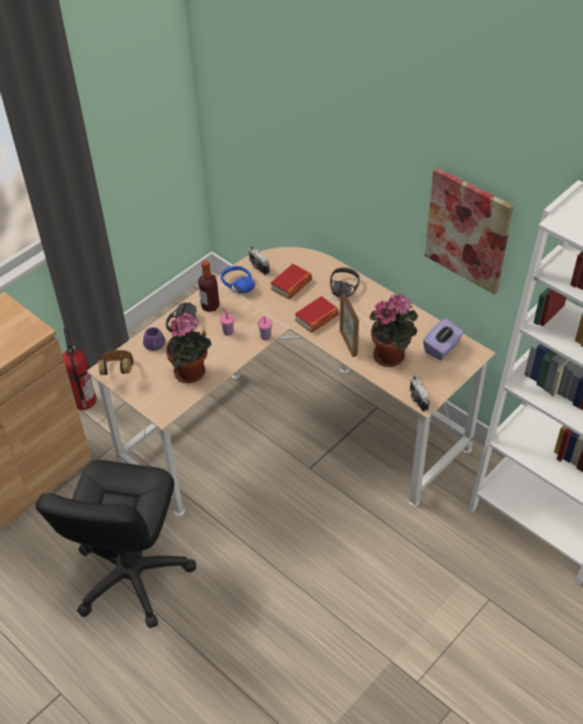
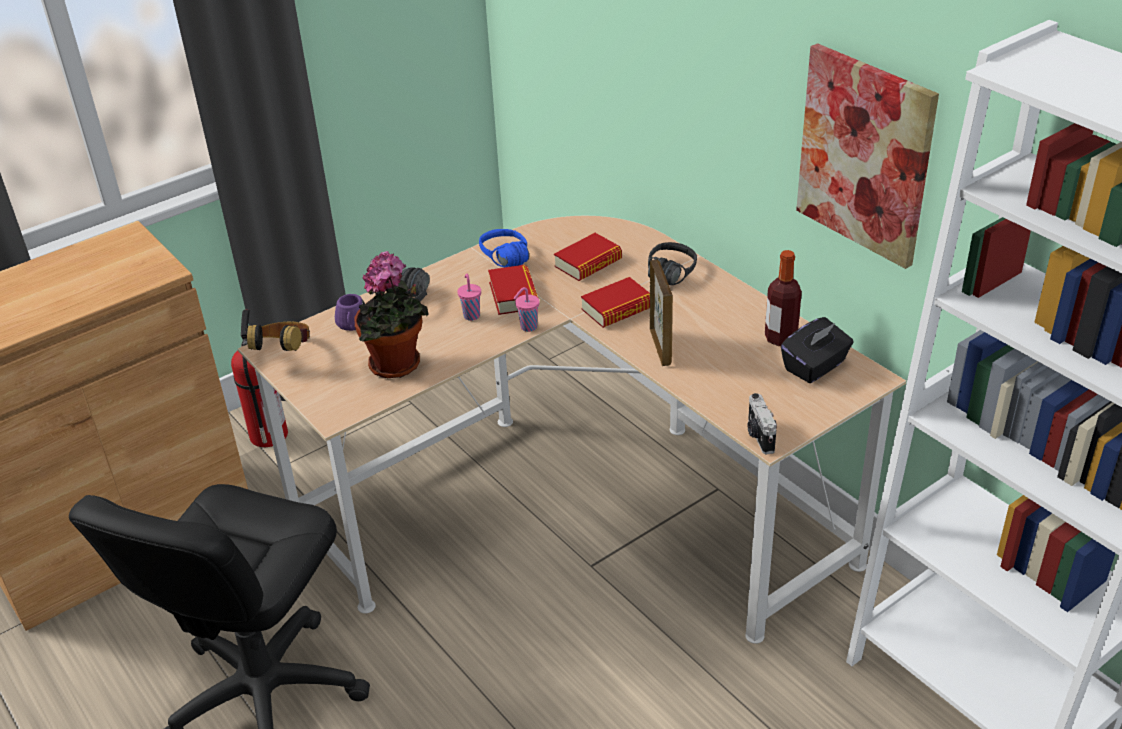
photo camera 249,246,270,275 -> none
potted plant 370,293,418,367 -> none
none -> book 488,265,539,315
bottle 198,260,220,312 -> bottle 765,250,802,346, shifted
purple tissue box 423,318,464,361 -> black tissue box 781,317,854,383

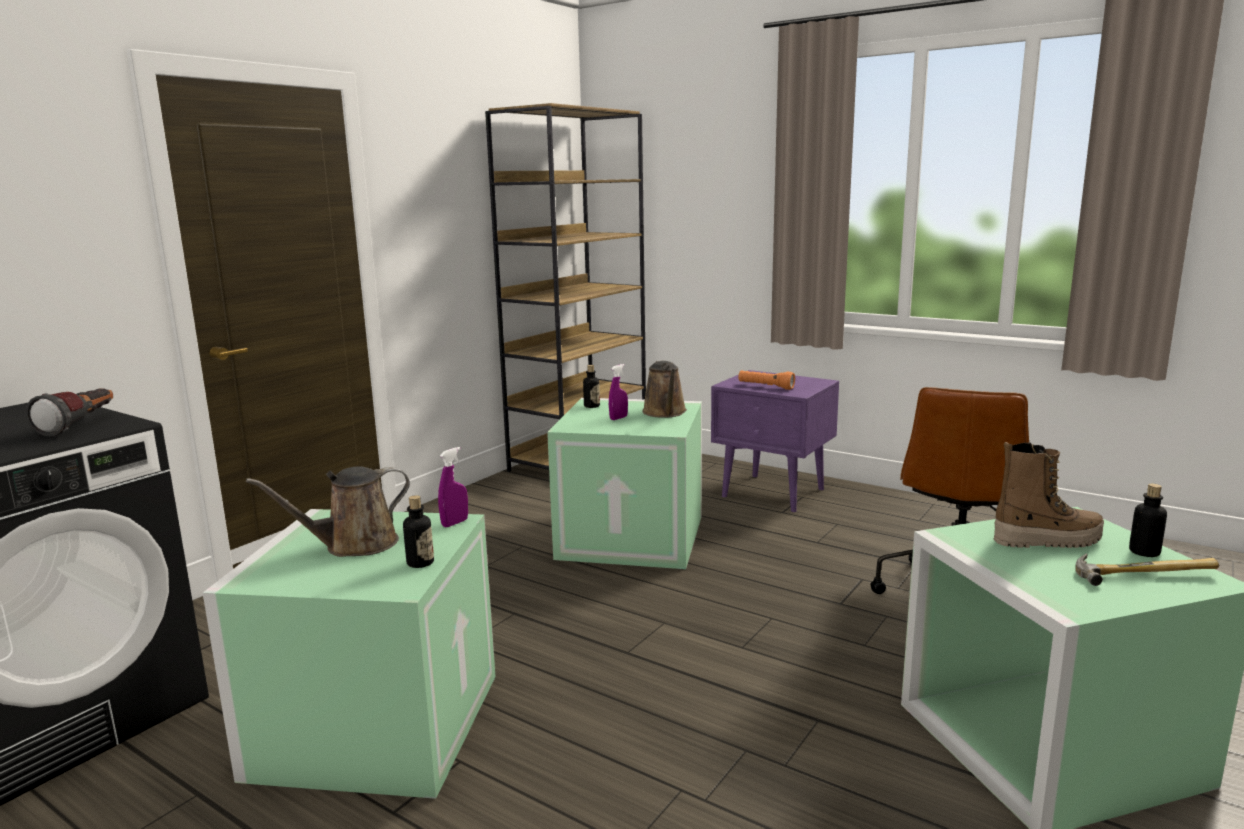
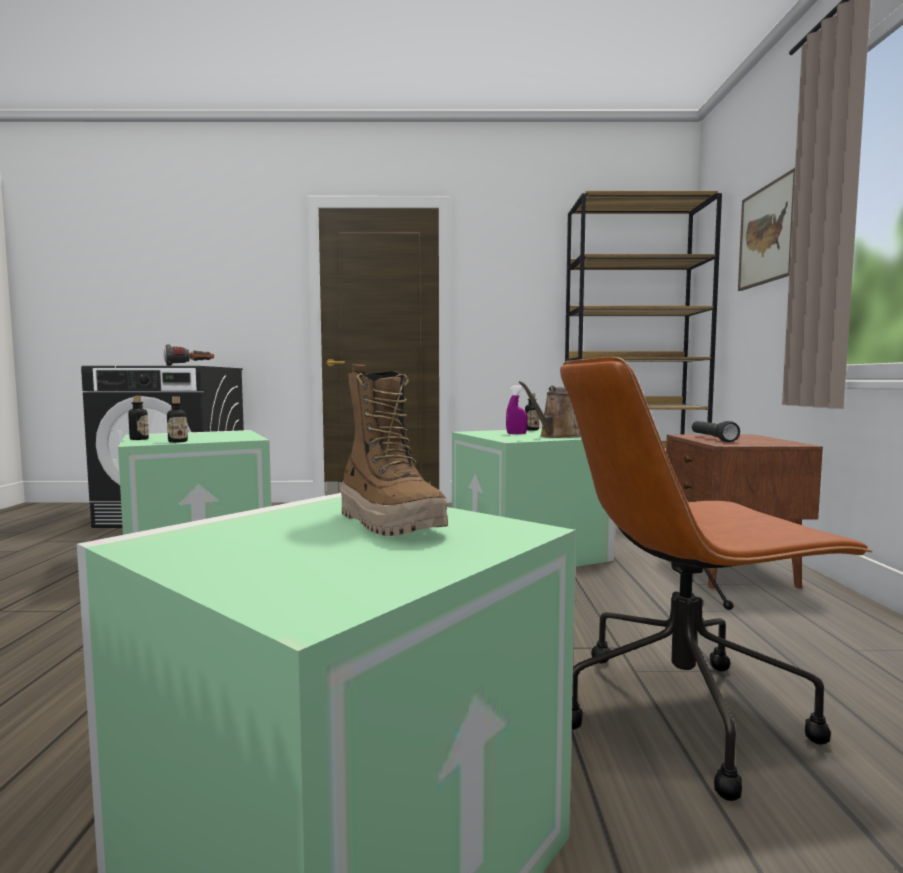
brown watering can 246,466,410,557 -> none
purple spray bottle 438,447,468,527 -> none
hammer 1075,553,1219,586 -> none
none -> picture 738,168,795,291
bottle 1129,484,1167,557 -> bottle 128,396,149,440, shifted
purple nightstand 711,370,839,512 -> brown nightstand 666,434,823,589
orange flashlight 738,371,795,390 -> black flashlight 692,421,740,442

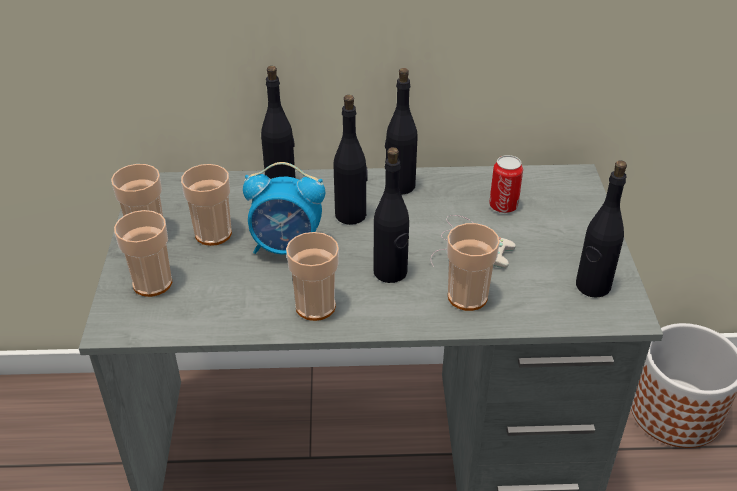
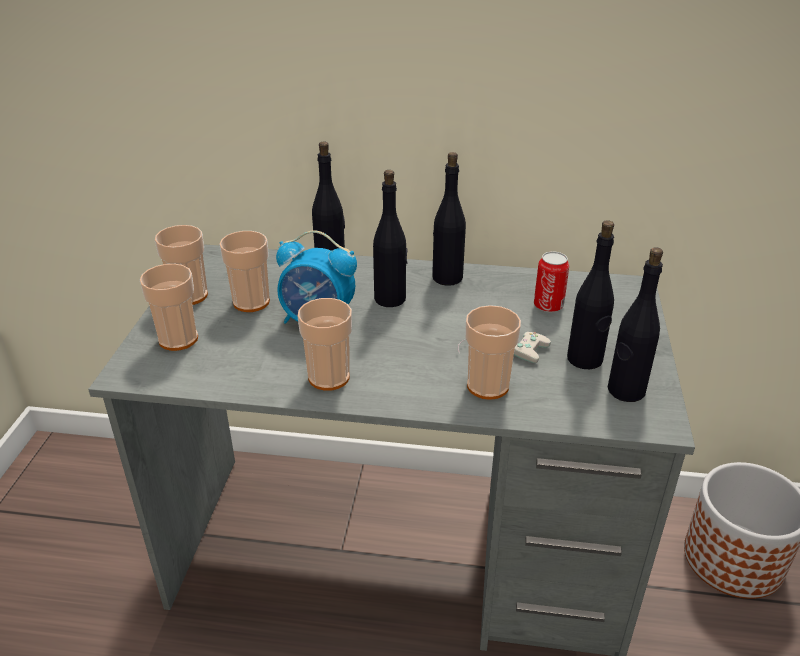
black bottle 374,147,409,283 -> black bottle 567,220,614,369, shifted

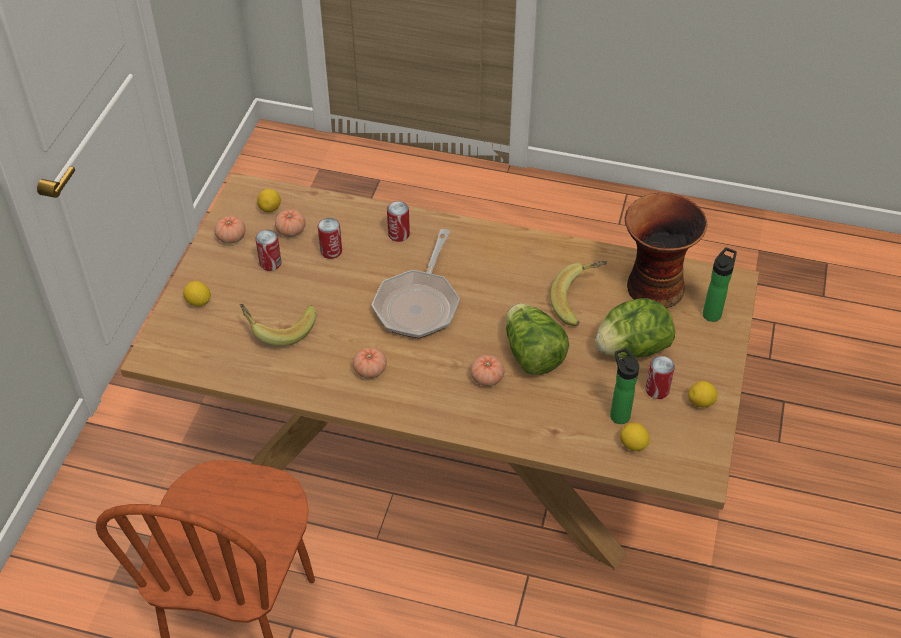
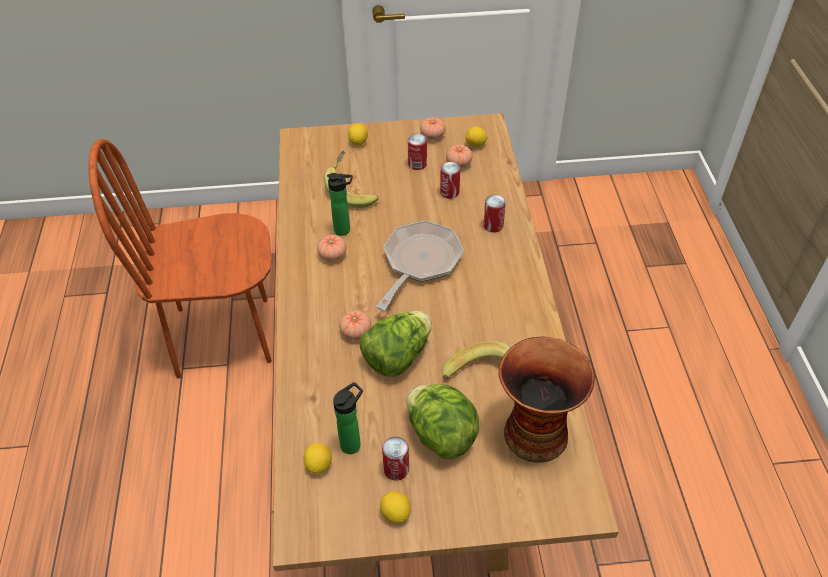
bottle 703,247,737,322 -> bottle 327,173,353,236, shifted
frying pan 372,229,460,338 -> frying pan 376,220,464,311, 120 degrees clockwise

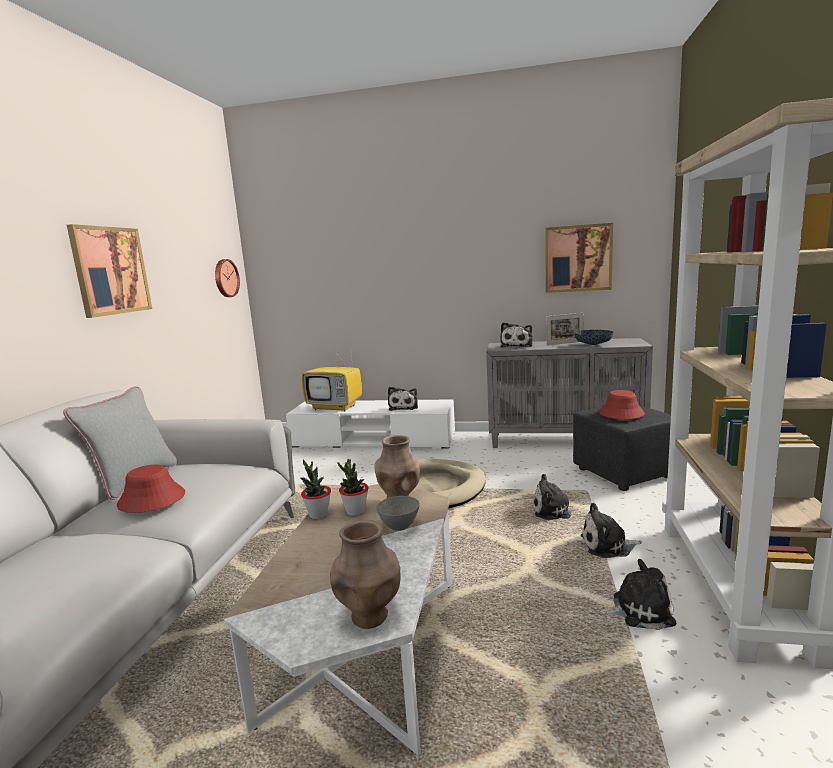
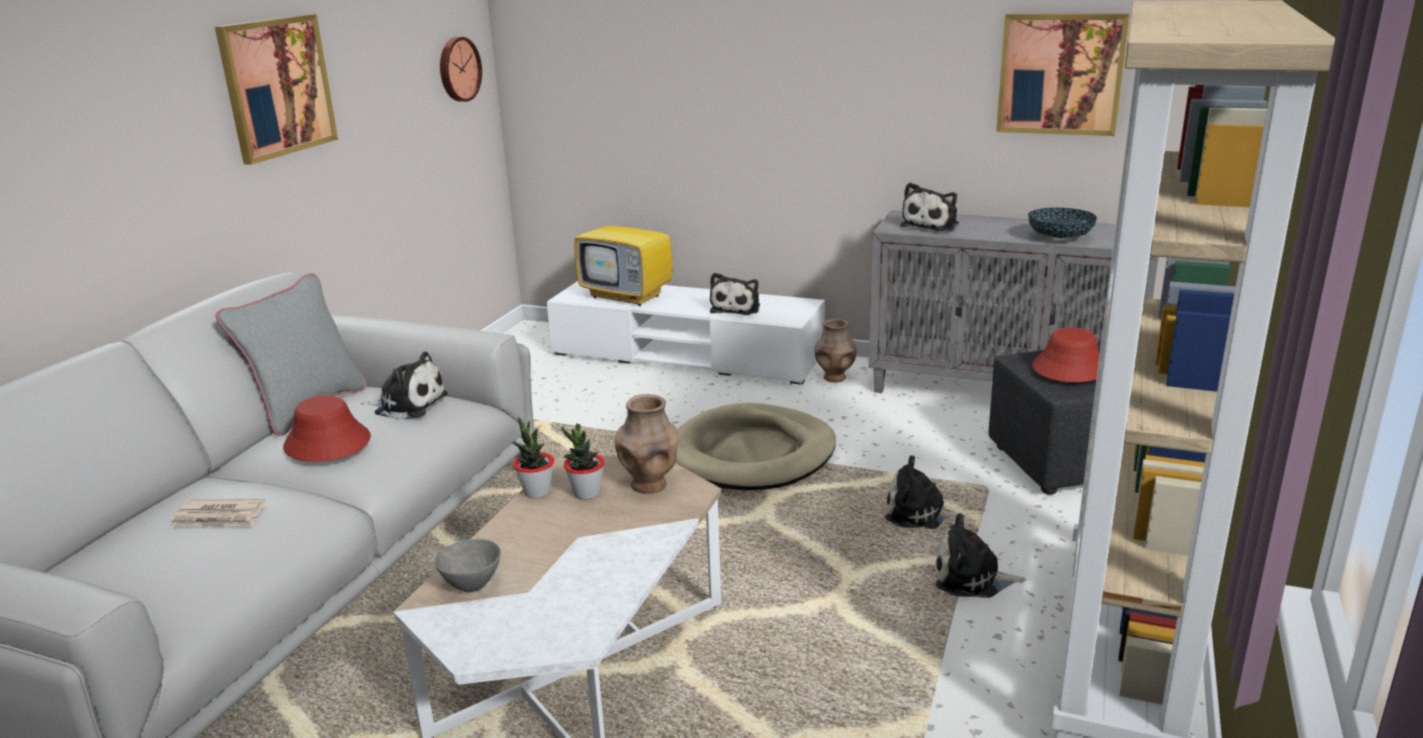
picture frame 546,313,583,346 -> none
none -> newspaper 170,499,265,526
brown vase 330,520,401,629 -> brown vase 814,319,857,383, shifted
grey bowl 376,496,420,531 -> grey bowl 435,539,501,592, shifted
plush toy 599,559,676,630 -> plush toy 361,352,448,420, shifted

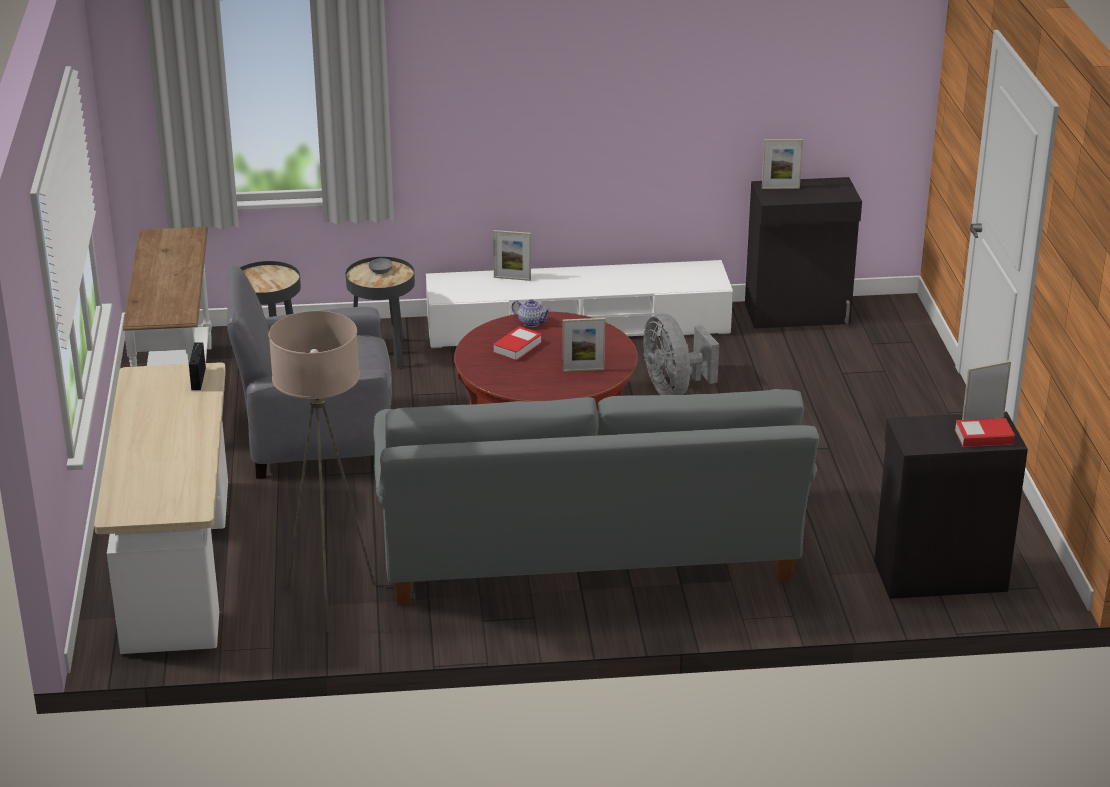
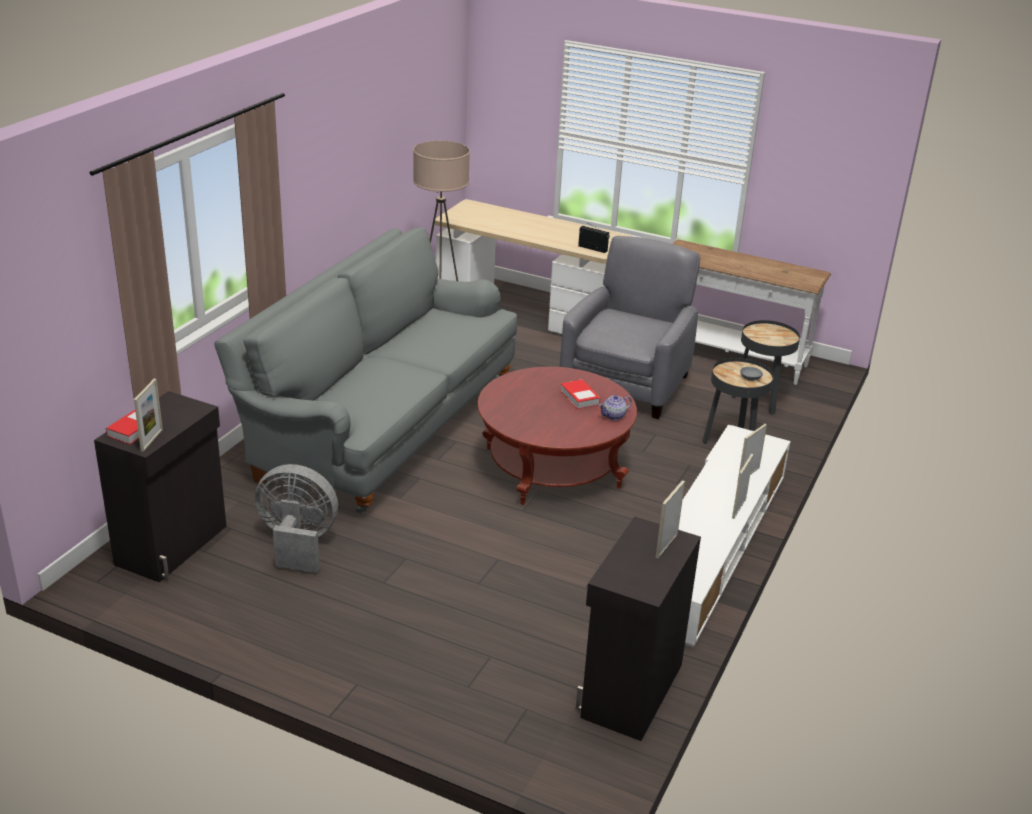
picture frame 563,318,605,372 -> picture frame 732,454,754,519, shifted
grey fan 643,314,719,395 -> grey fan 255,464,338,573, shifted

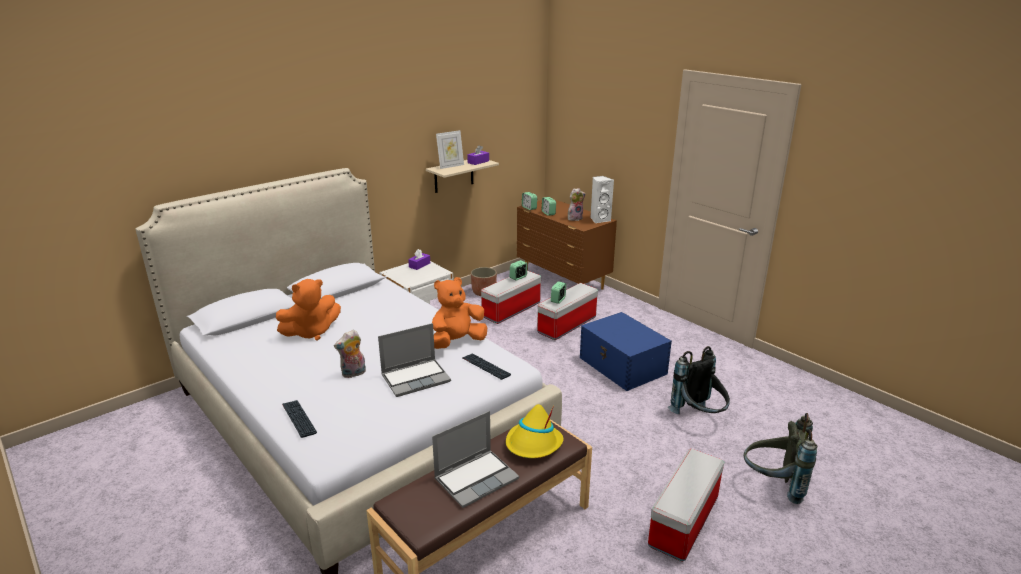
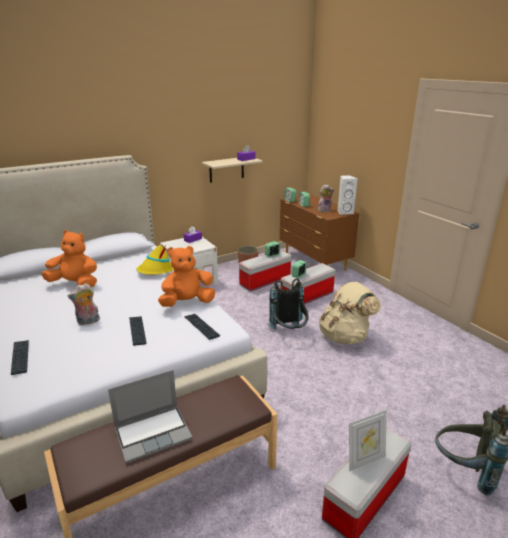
picture frame 436,130,464,169 -> picture frame 349,410,387,471, shifted
yellow hat 506,404,563,458 -> yellow hat 136,245,174,275, shifted
black backpack 668,346,730,414 -> black backpack 267,278,309,329, shifted
laptop 378,323,451,397 -> keyboard 129,316,147,346
blue storage box 580,312,672,391 -> beige backpack 319,282,381,345
orange plush toy 276,279,341,341 -> orange plush toy 41,230,97,287, 150 degrees counterclockwise

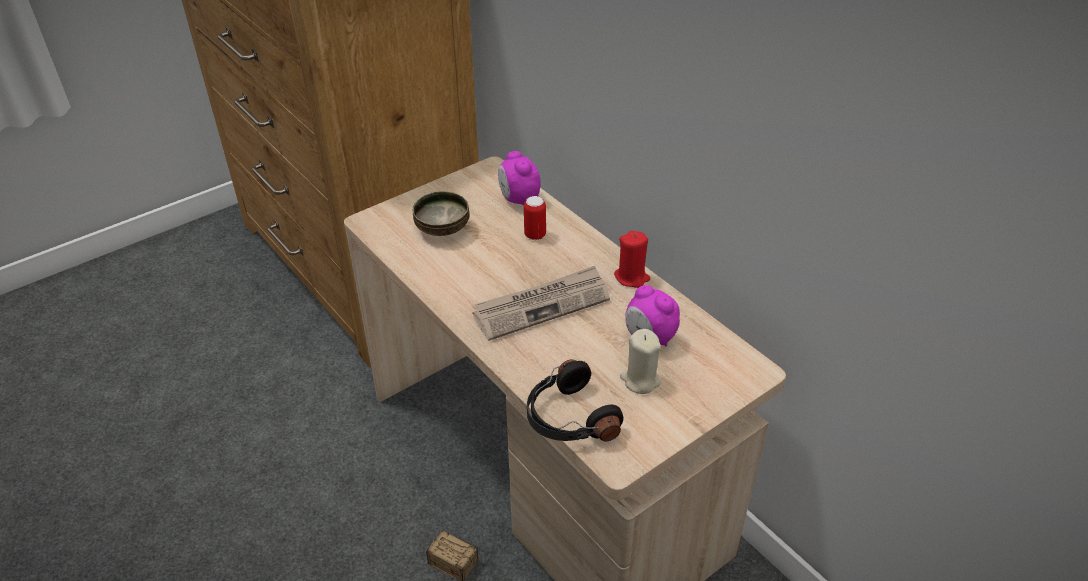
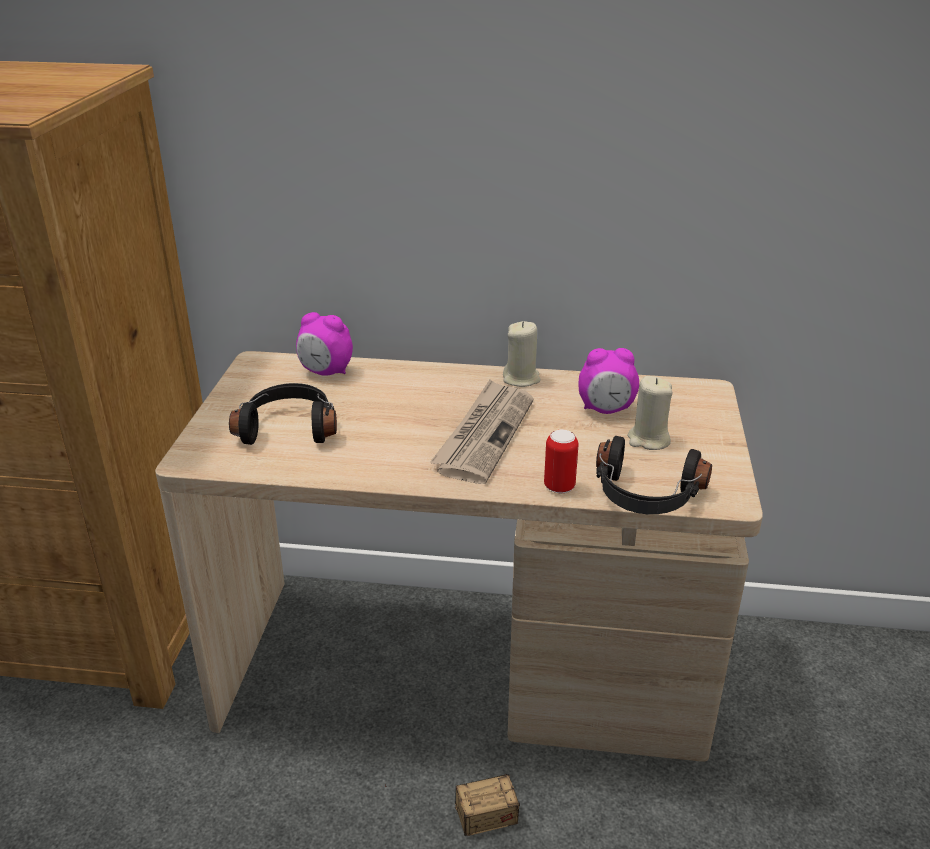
can 524,196,546,240 -> can 544,430,578,493, shifted
bowl 413,191,469,236 -> black headphones 229,383,337,445
red candle 614,231,650,288 -> beige candle 503,321,541,387

